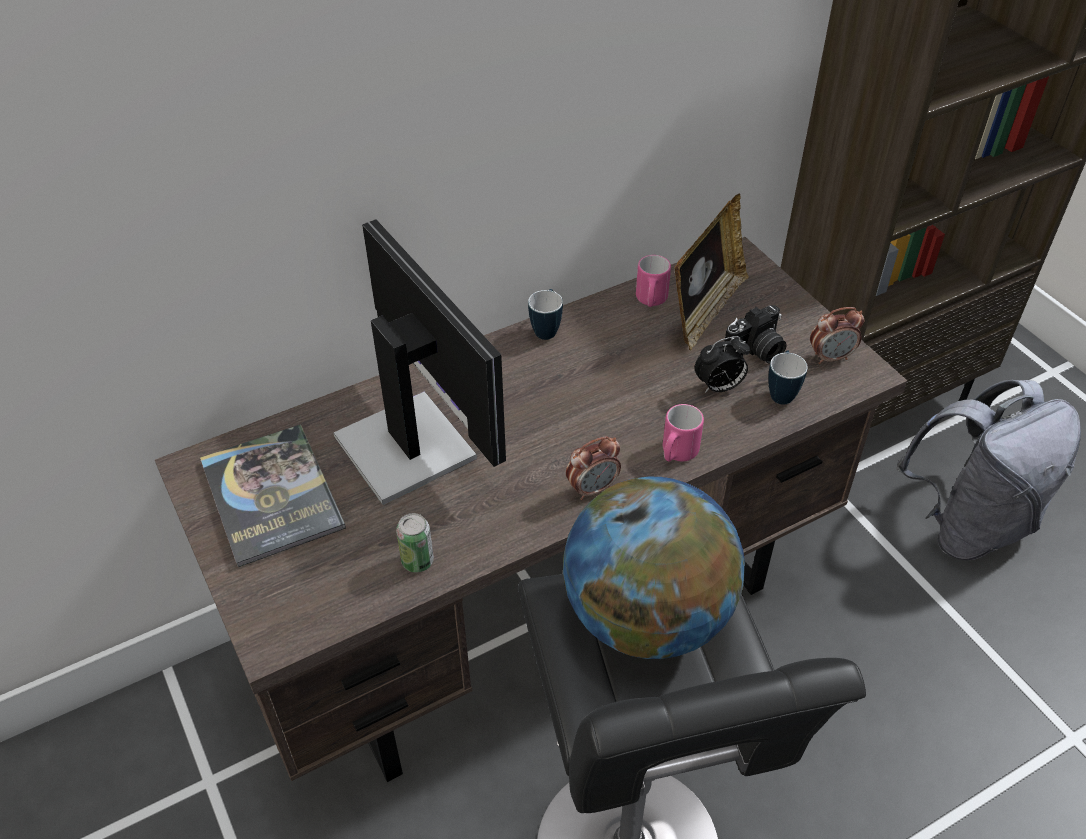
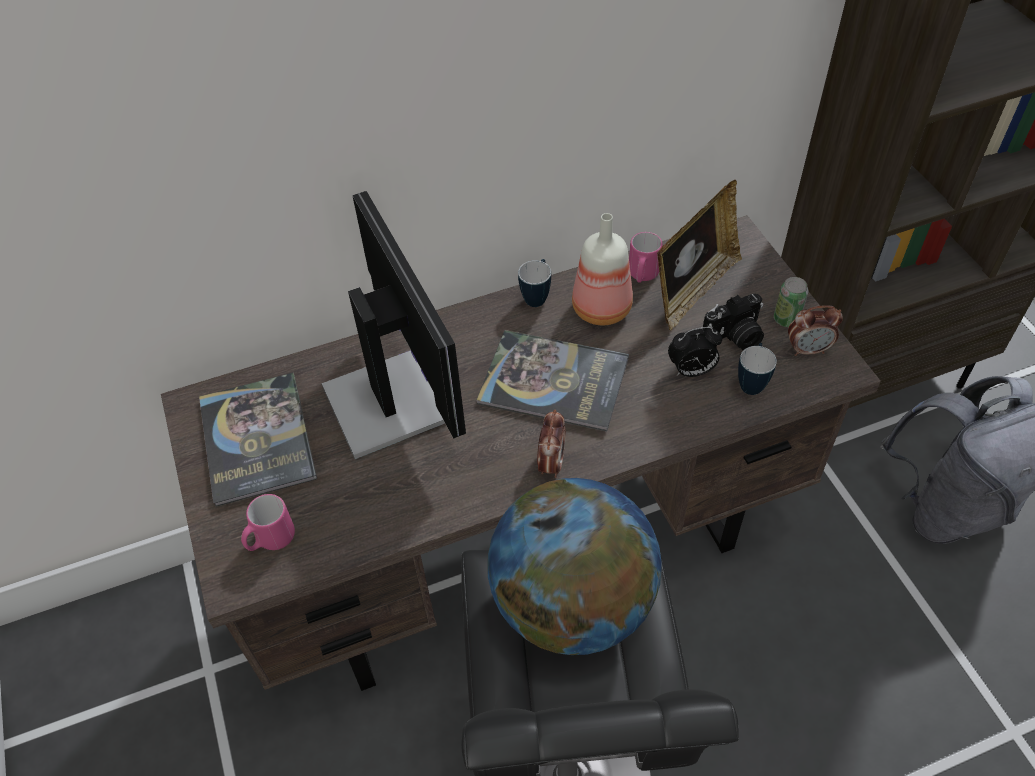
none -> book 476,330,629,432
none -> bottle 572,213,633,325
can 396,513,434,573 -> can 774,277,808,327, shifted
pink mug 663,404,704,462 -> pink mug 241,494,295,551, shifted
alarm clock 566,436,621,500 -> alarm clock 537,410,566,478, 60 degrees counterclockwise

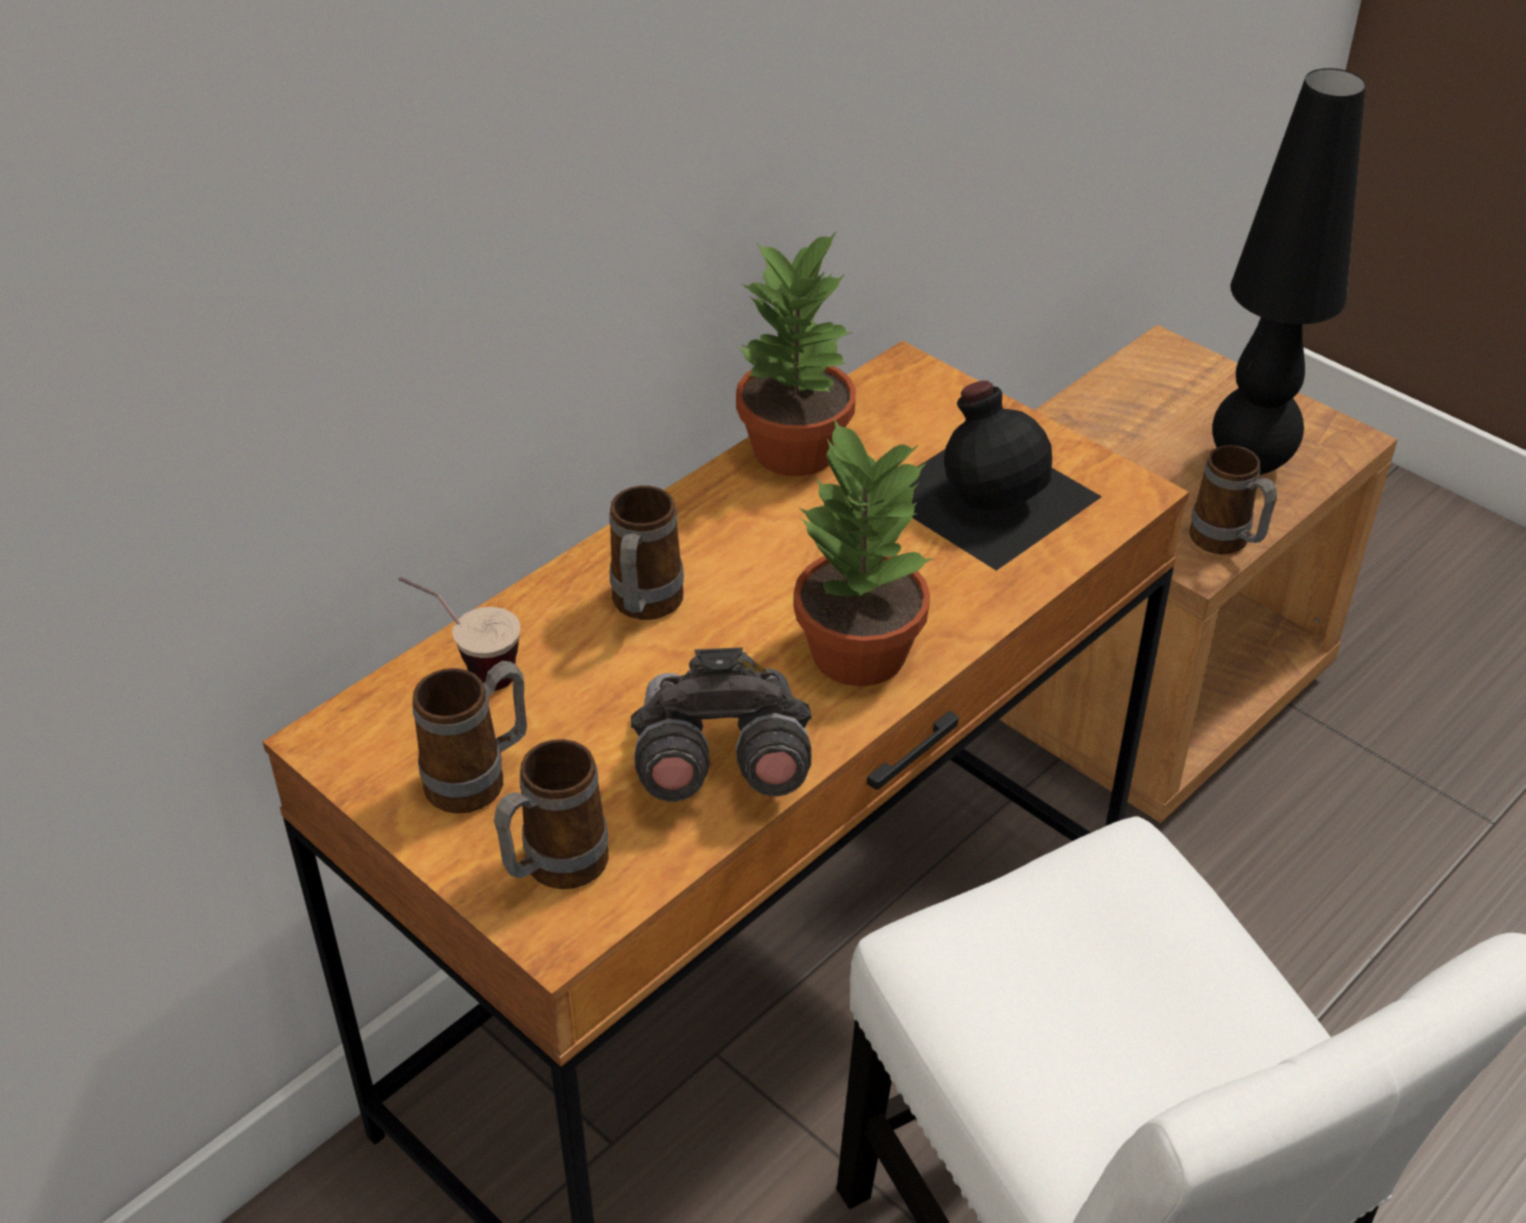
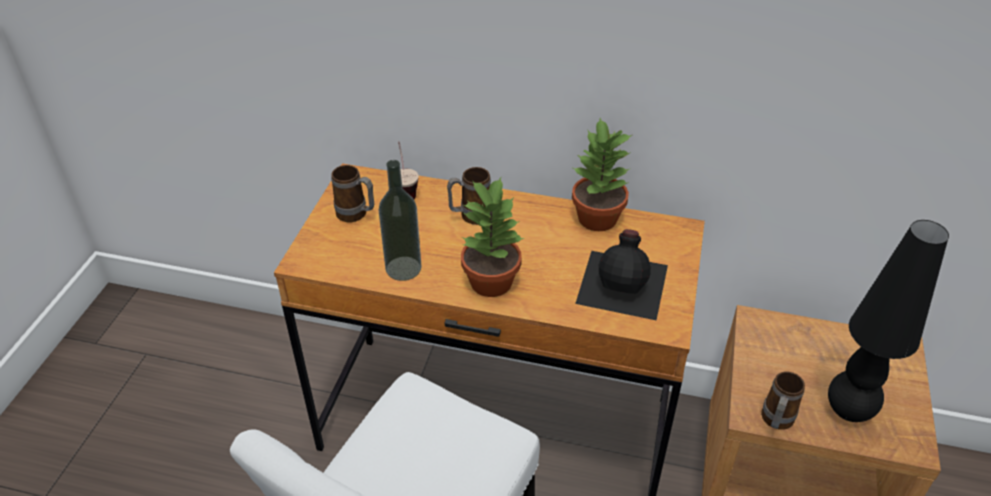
mug 494,739,608,889 -> none
grey binoculars 631,647,812,802 -> bottle 378,160,422,281

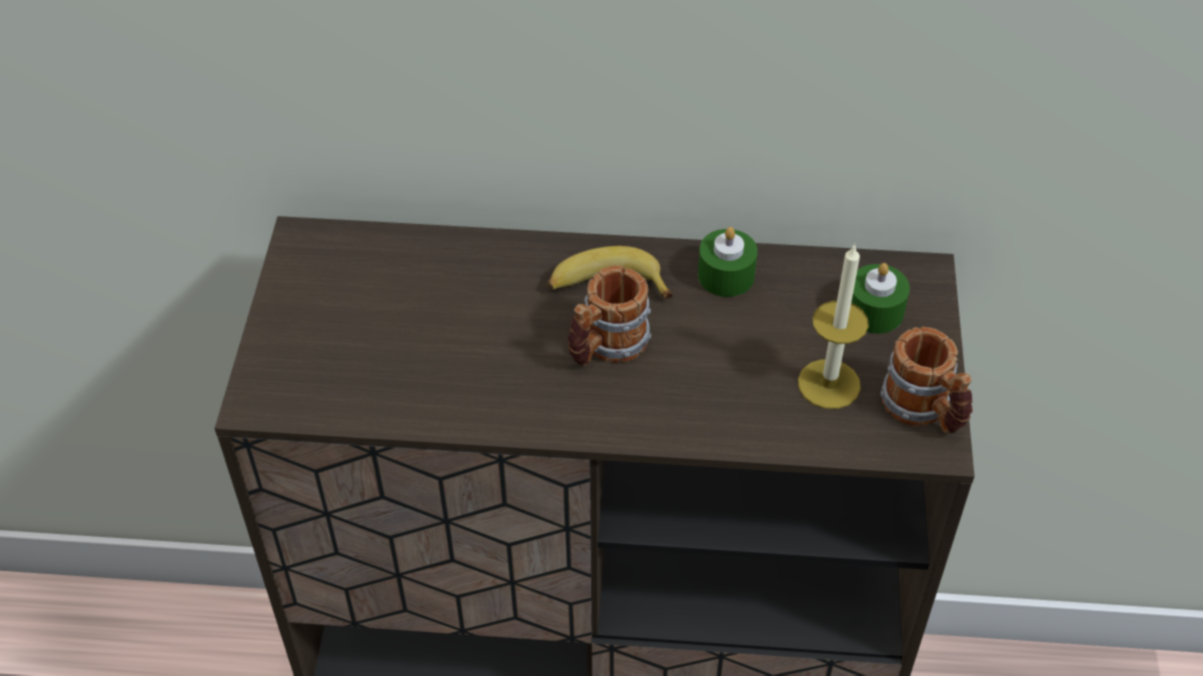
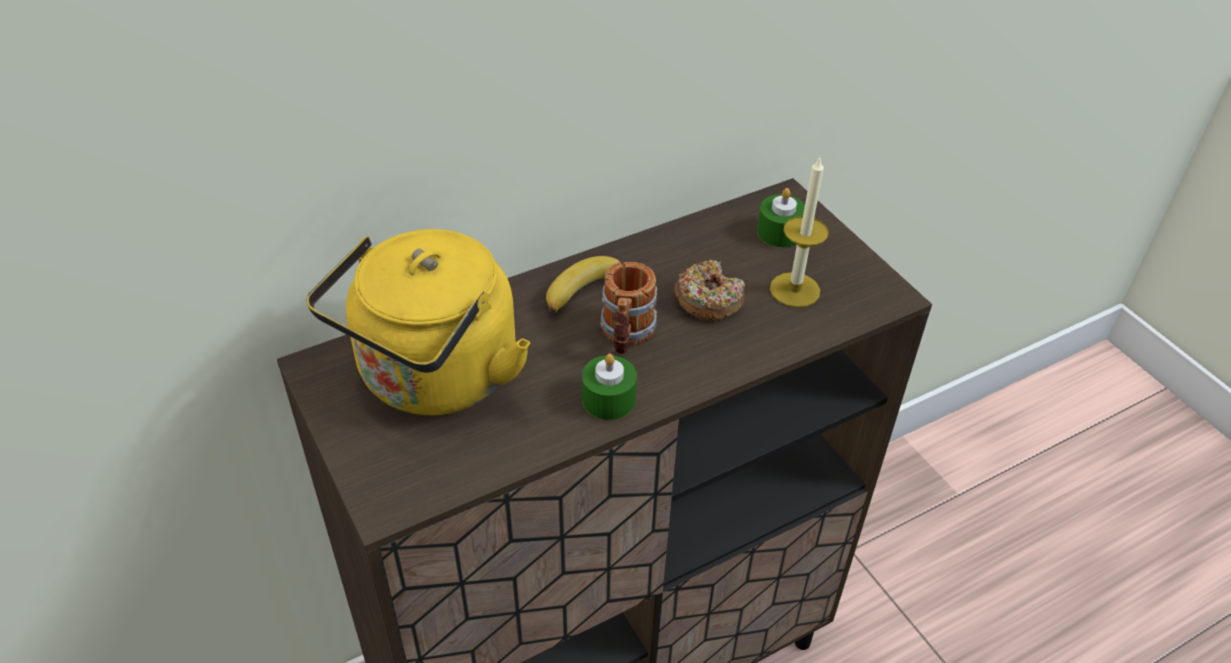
mug 880,327,973,434 -> none
none -> yellow kettle 307,229,530,415
none -> donut 675,260,745,321
green candle 698,227,758,297 -> green candle 582,354,637,420, shifted

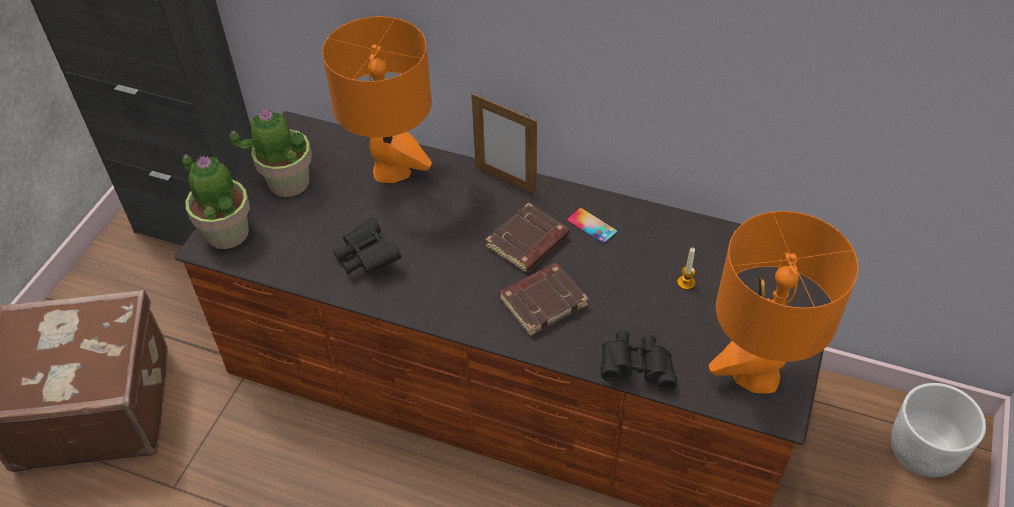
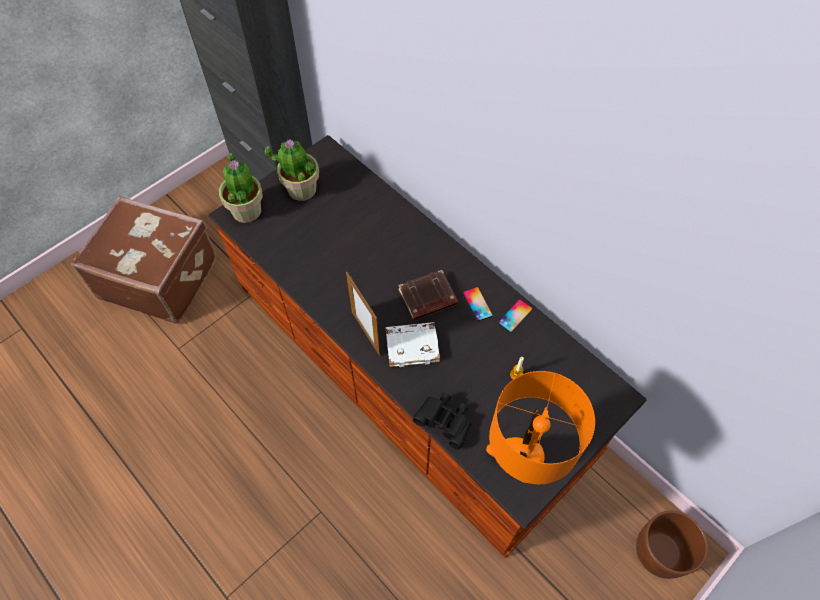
orange table lamp 322,16,432,183 -> none
black binoculars 333,217,401,275 -> none
none -> phone 498,299,533,333
picture frame 471,93,537,195 -> picture frame 346,272,380,356, shifted
brown book 499,263,589,336 -> white book 386,322,440,367
white planter 891,383,986,477 -> brown planter 636,511,708,579

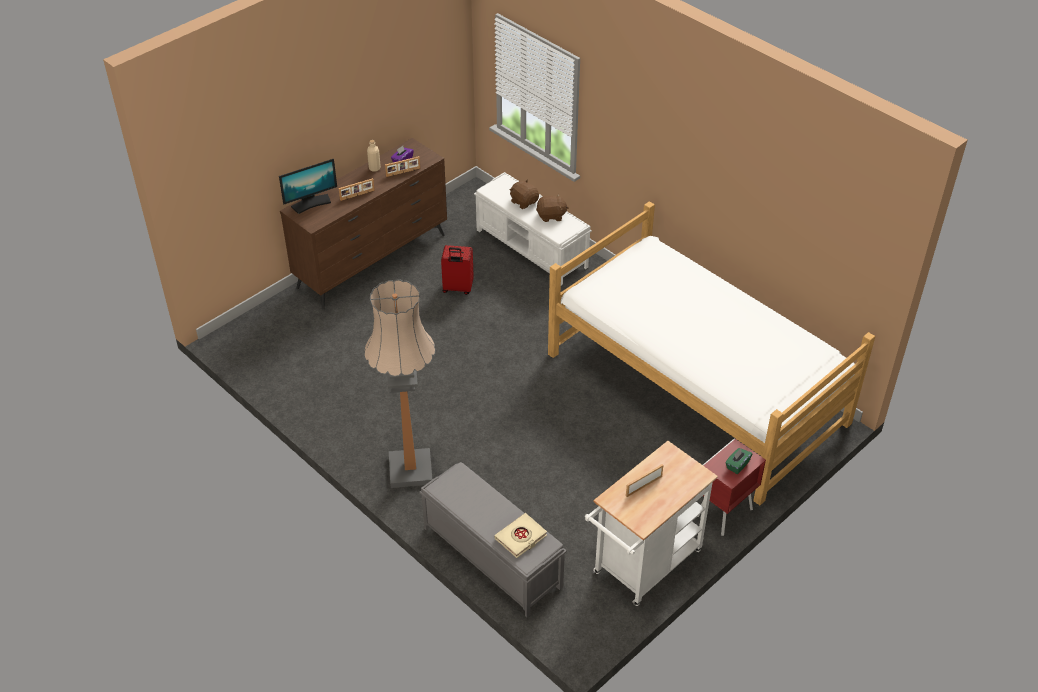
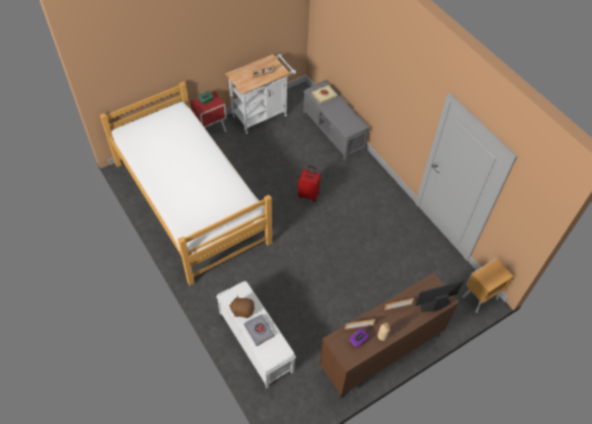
floor lamp 364,279,435,488 -> none
none -> brown nightstand 462,258,514,313
red suitcase 441,245,474,295 -> red suitcase 298,166,321,202, shifted
brown plush toy 510,179,539,209 -> grey book 244,314,275,346

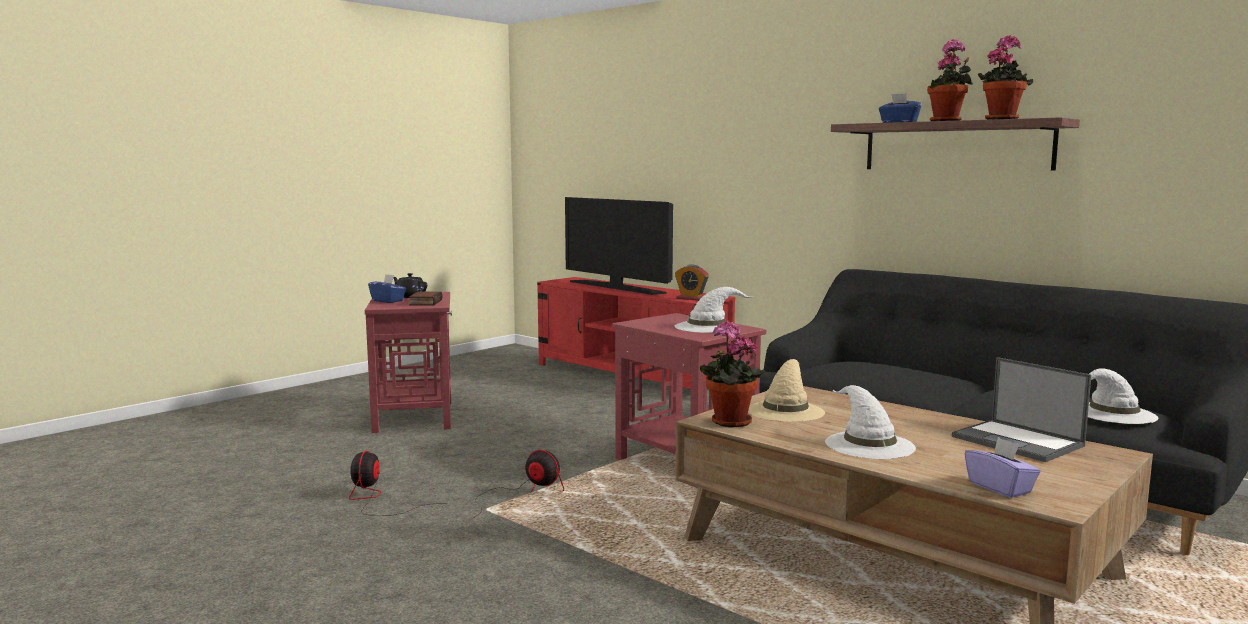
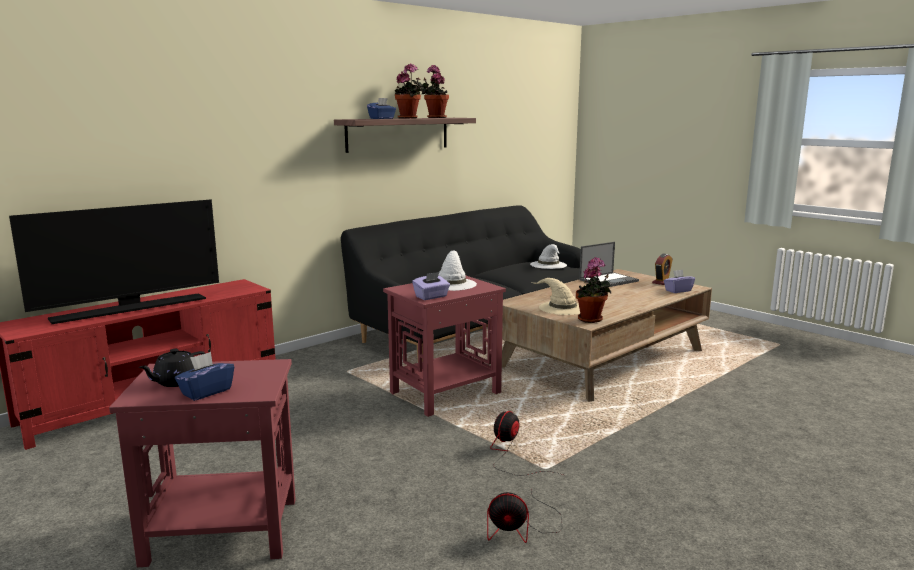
book 409,291,443,306 -> none
white hat 825,385,916,459 -> none
none -> purple tissue box 412,272,450,300
alarm clock 675,264,709,301 -> alarm clock 652,254,673,285, shifted

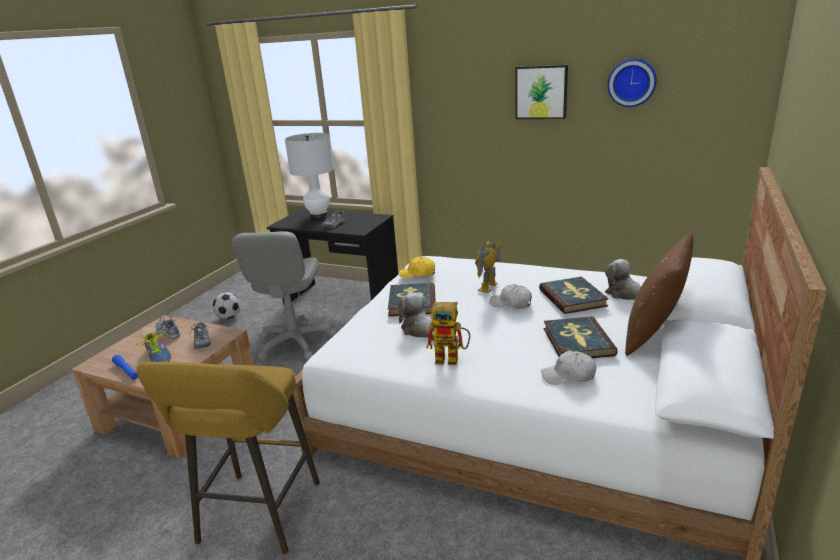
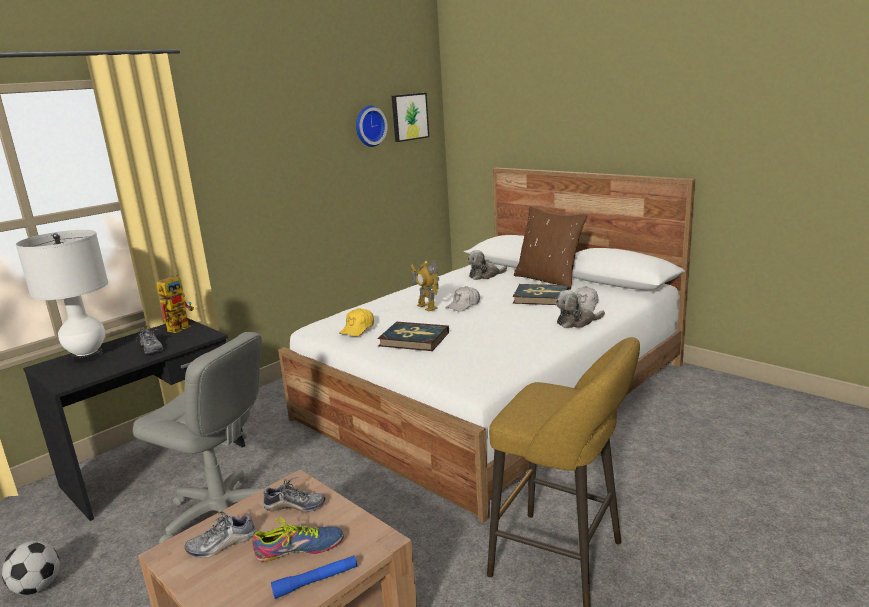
book 539,277,609,314 -> none
plush toy 398,293,434,341 -> plush toy 555,290,605,328, shifted
toy robot 426,302,470,365 -> toy robot 156,273,194,333, shifted
picture 515,65,568,119 -> picture 392,93,429,142, shifted

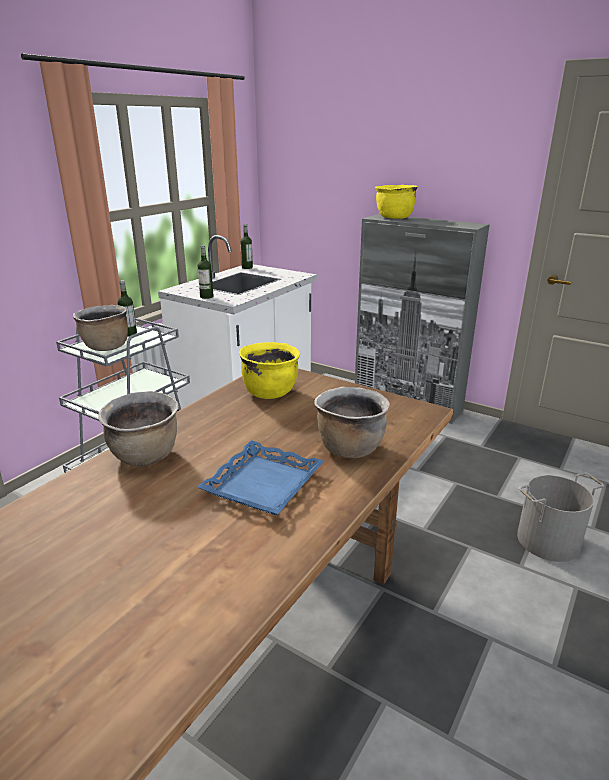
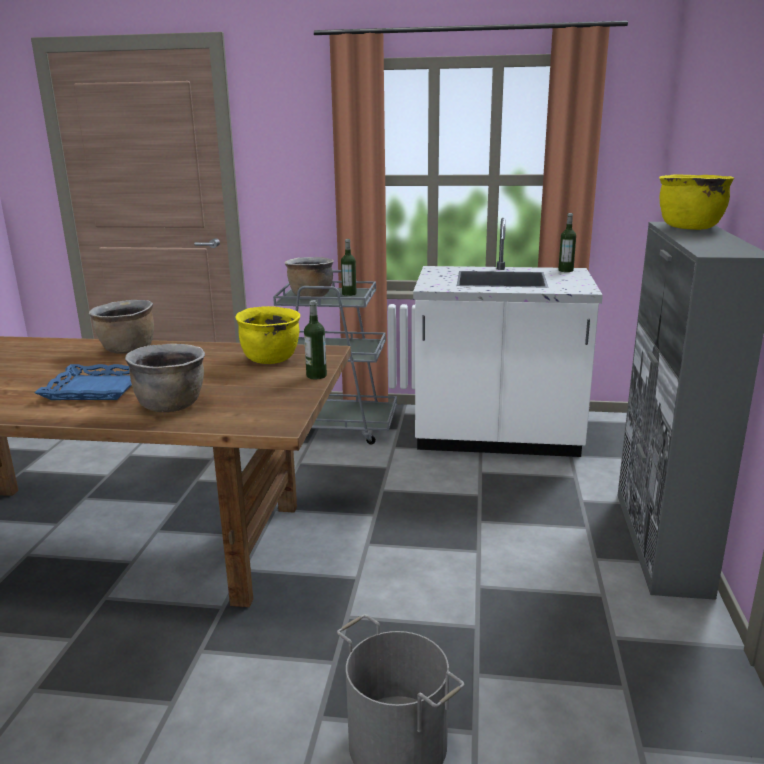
bottle 198,245,213,299 -> bottle 304,300,327,379, shifted

